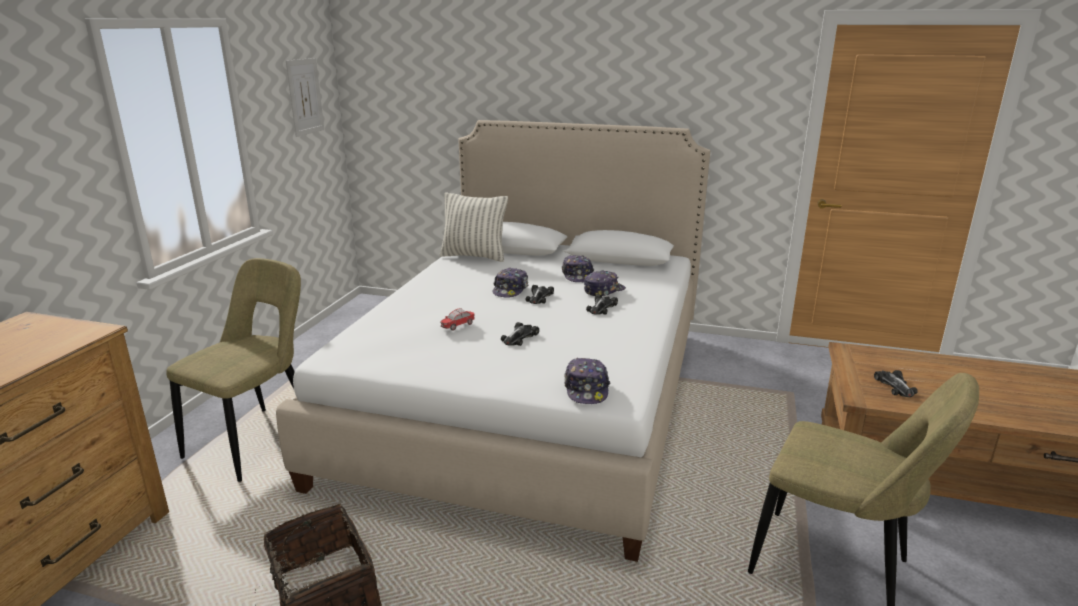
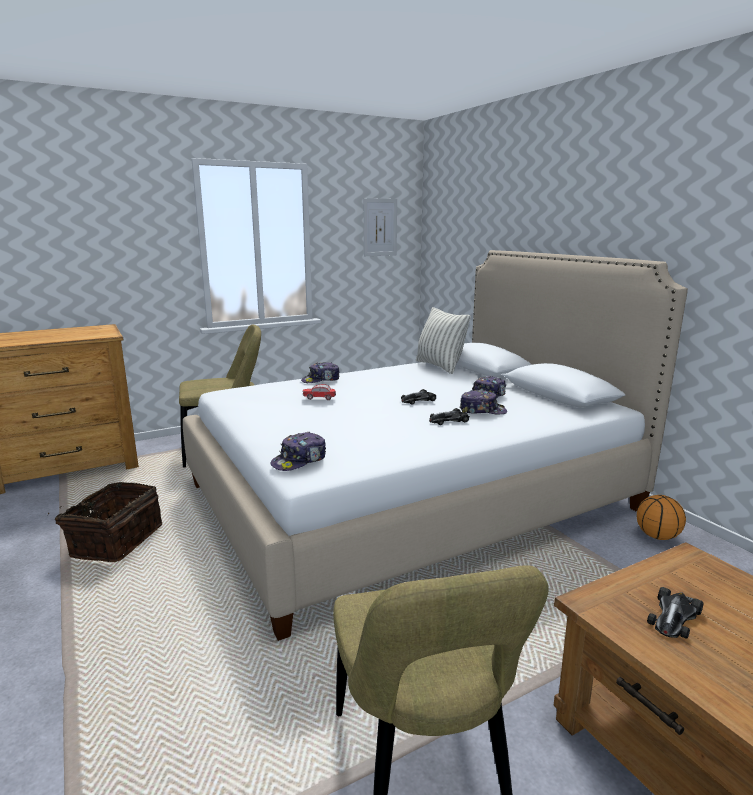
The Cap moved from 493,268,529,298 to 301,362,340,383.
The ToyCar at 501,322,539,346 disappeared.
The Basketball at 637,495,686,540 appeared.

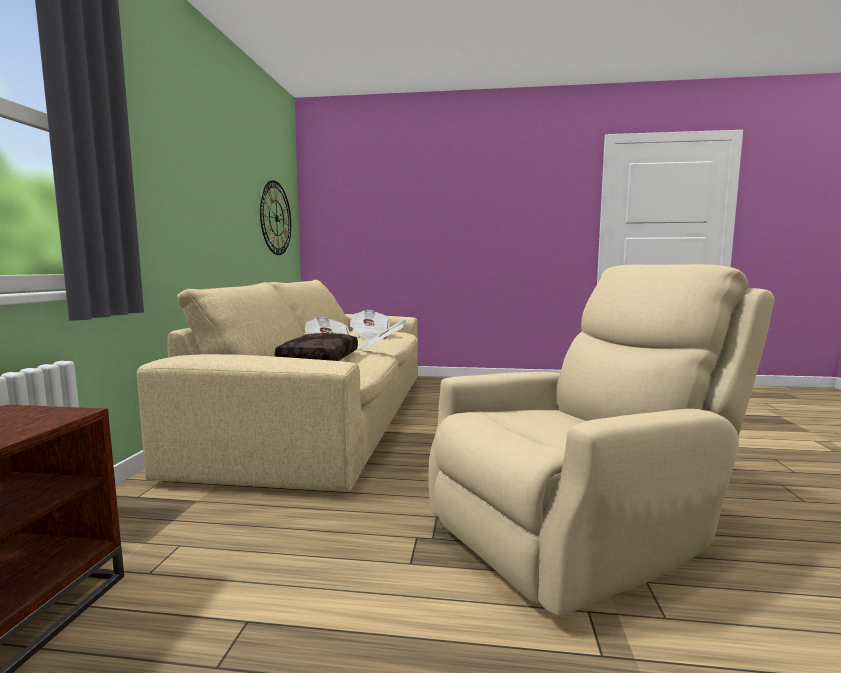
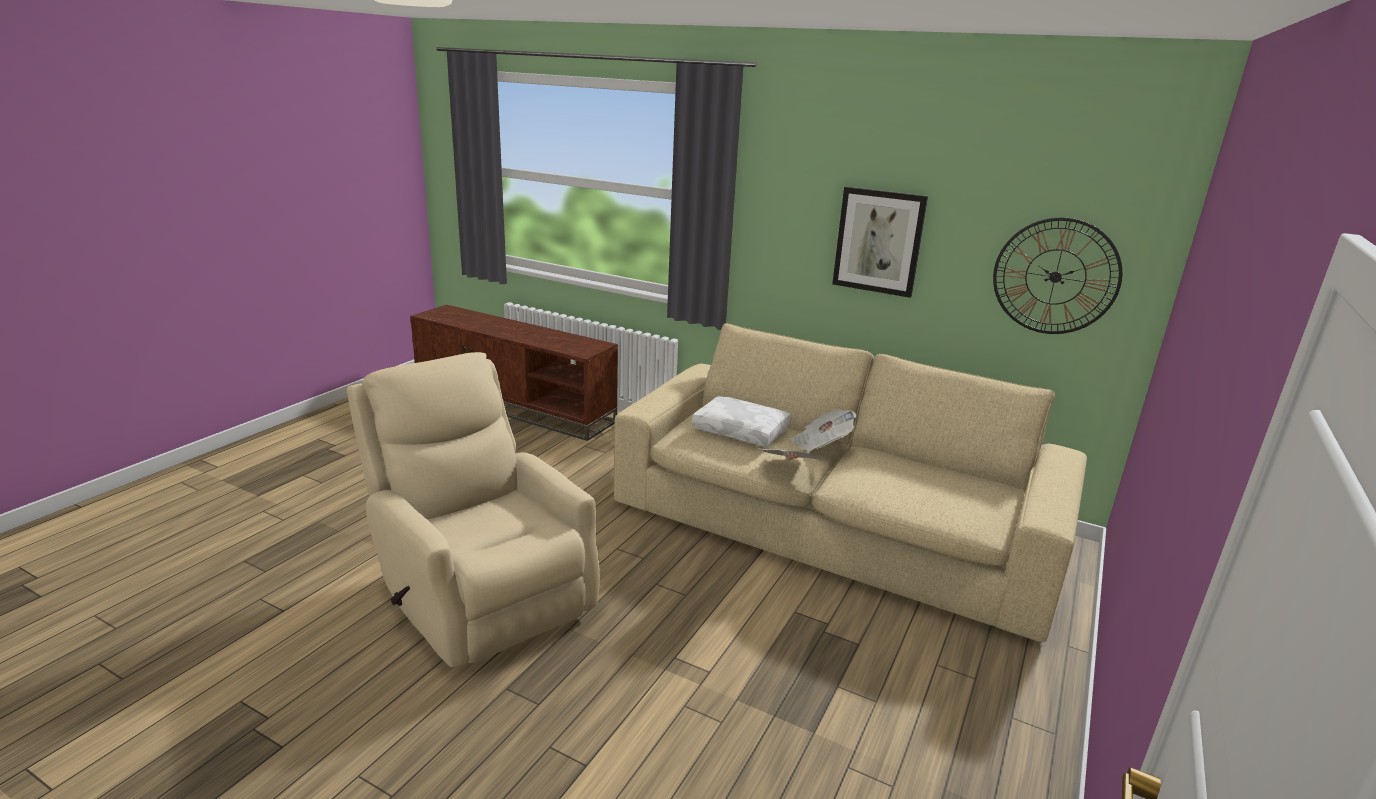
The BrownPillow at 275,333,358,361 became the WhitePillow at 691,396,792,447.
The Newspaper at 349,310,390,339 disappeared.
The BeigeArmchair at 429,264,775,616 turned 150 degrees clockwise.
The Picture at 832,187,928,298 appeared.

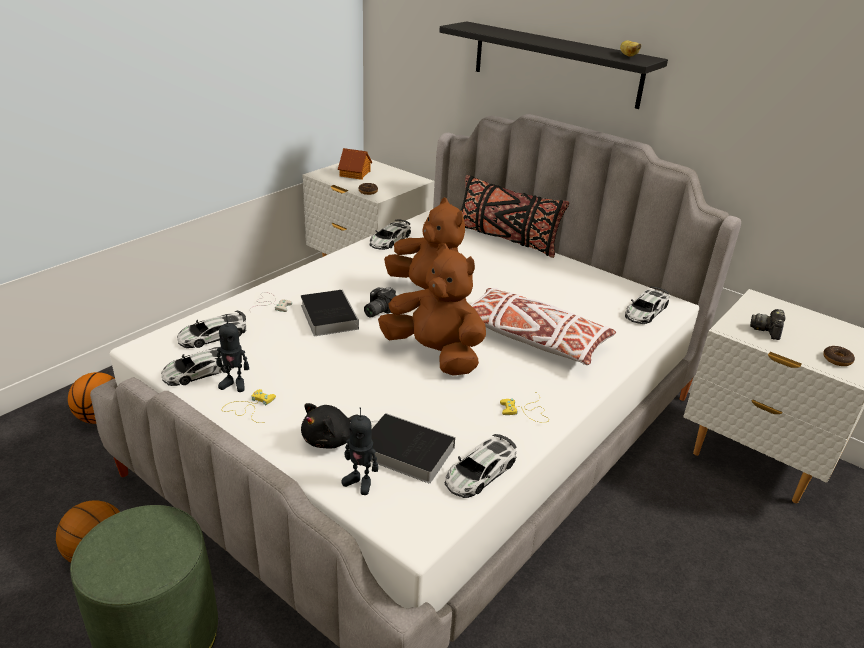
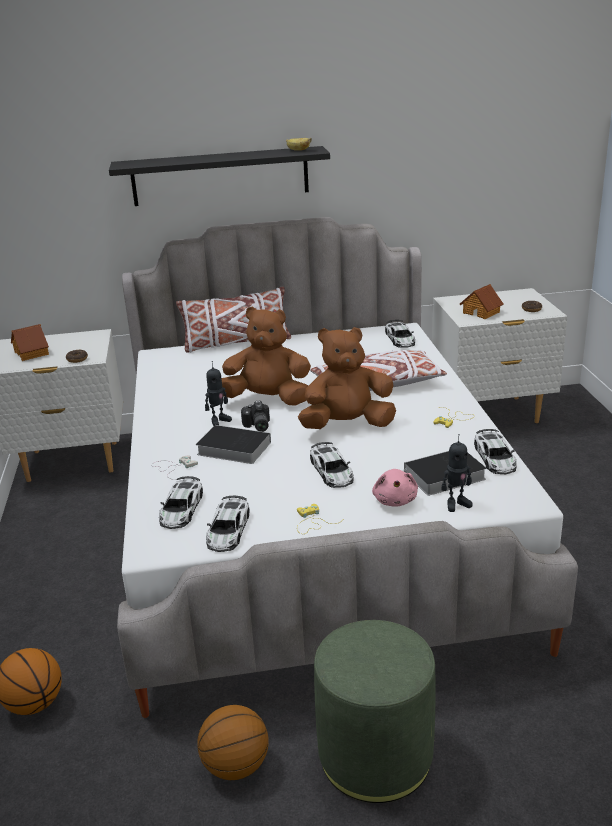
The ToyRobot moved from 216,315,249,392 to 205,361,232,426.
The BlackPlushToy at 301,403,358,449 became the PinkPlushToy at 372,469,418,507.
The ToyCar moved from 370,220,411,250 to 310,442,353,488.
The BlackPillow at 461,175,569,258 became the WhitePillow at 176,287,291,353.
The PhotoCamera at 750,309,785,340 was replaced by the ToyHouse at 460,284,503,319.

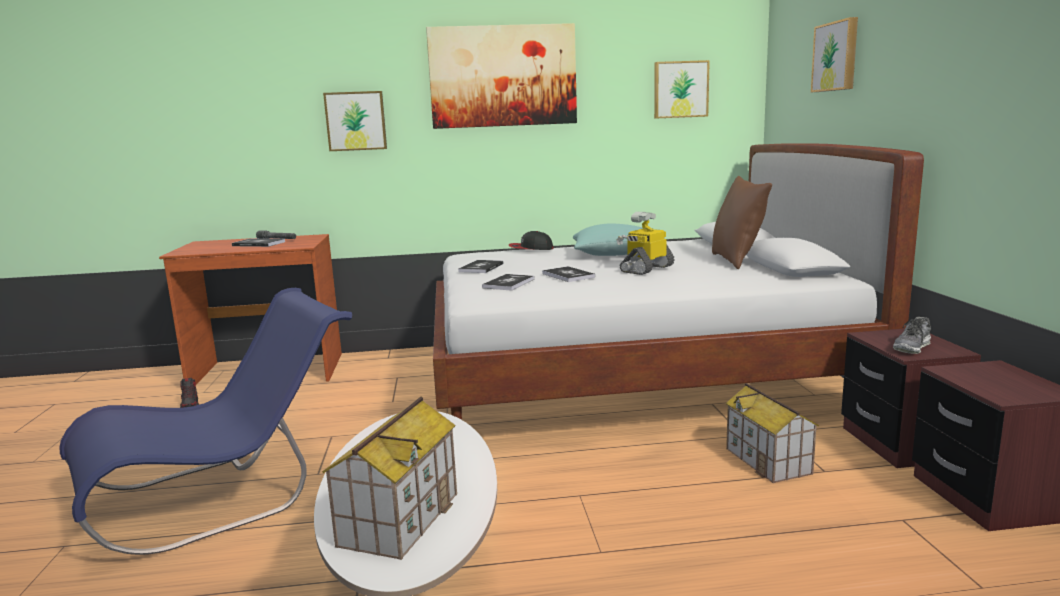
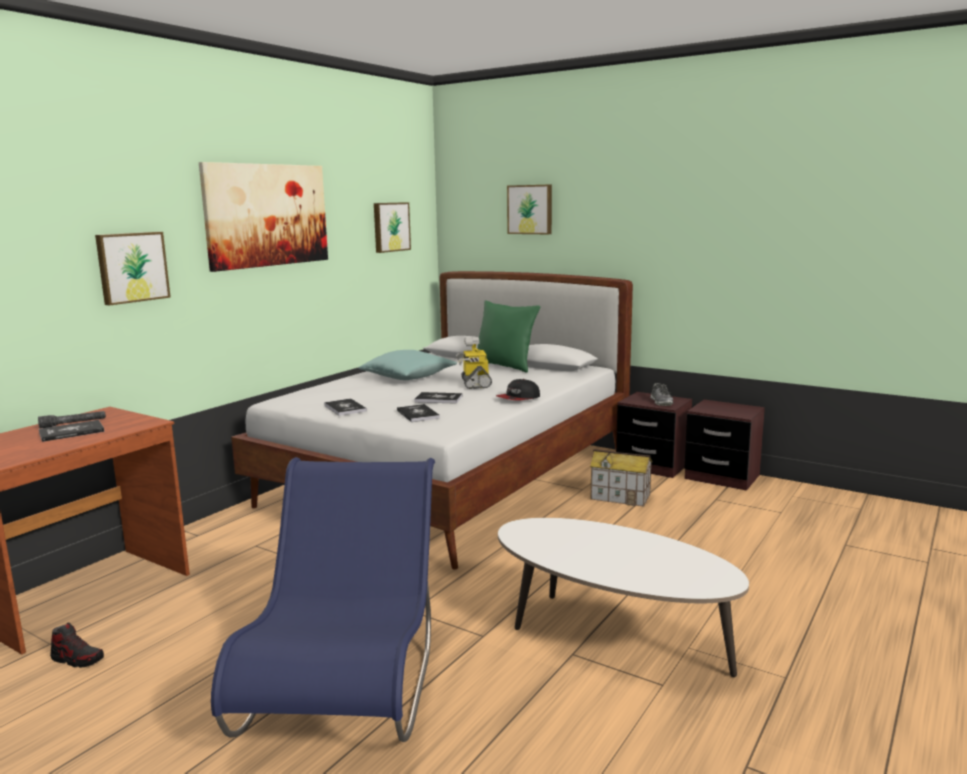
The ToyHouse at 322,397,457,560 disappeared.
The Cap moved from 509,231,554,250 to 496,379,540,400.
The BrownPillow at 712,176,772,269 became the GreenPillow at 477,300,540,373.

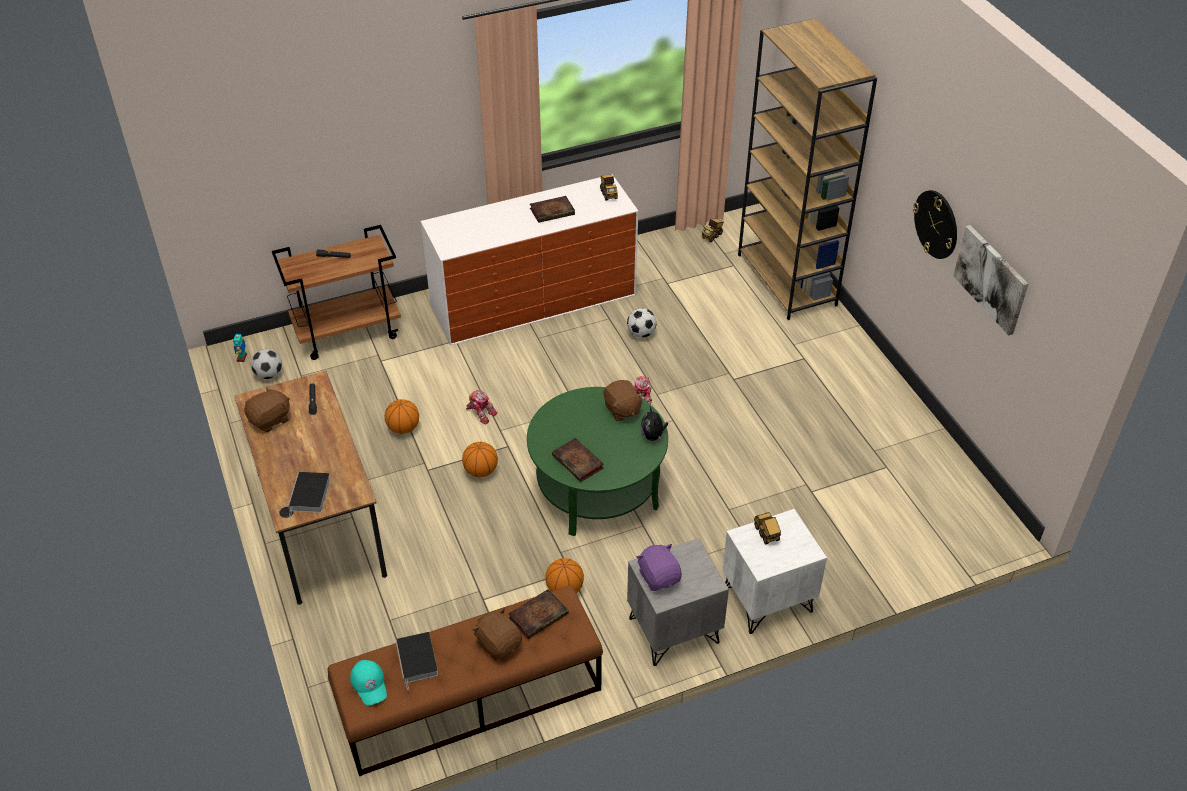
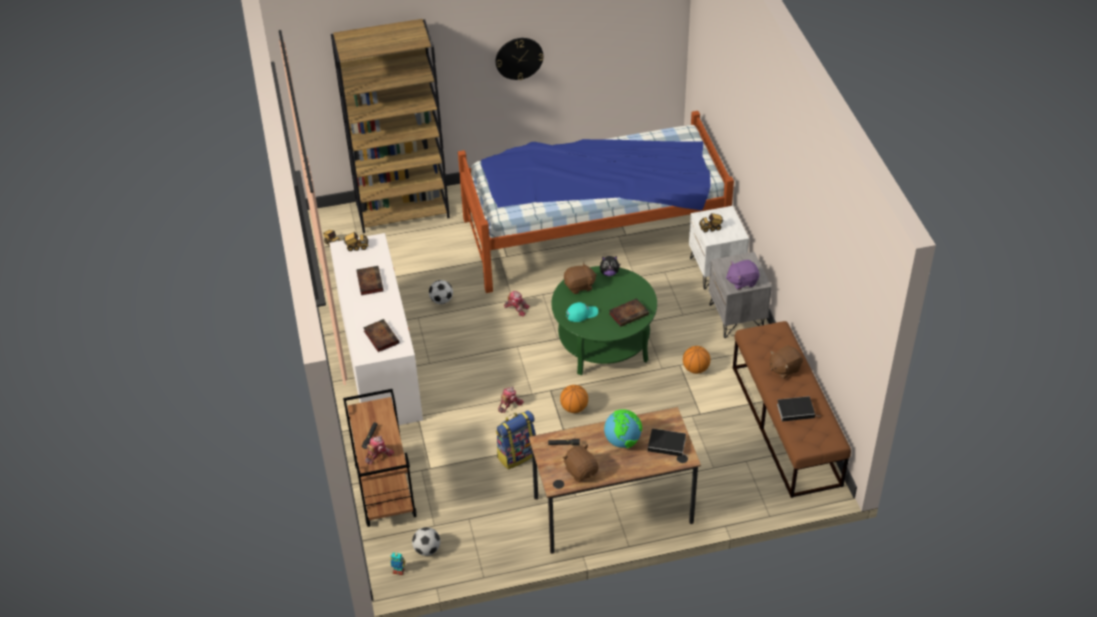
The TurquoiseCap moved from 350,660,387,705 to 566,302,598,322.
The Basketball at 385,399,419,434 was replaced by the Backpack at 496,410,536,470.
The Book moved from 508,589,569,639 to 363,319,399,352.
The Picture at 953,225,1029,335 disappeared.
The ToyRobot at 365,436,395,465 appeared.
The Bed at 458,111,734,293 appeared.
The Globe at 604,409,642,448 appeared.

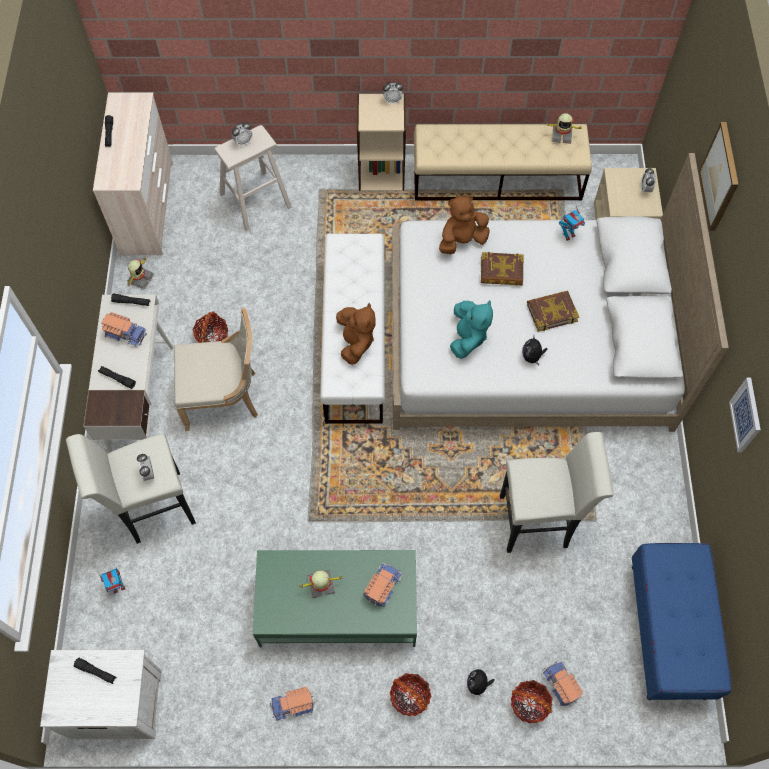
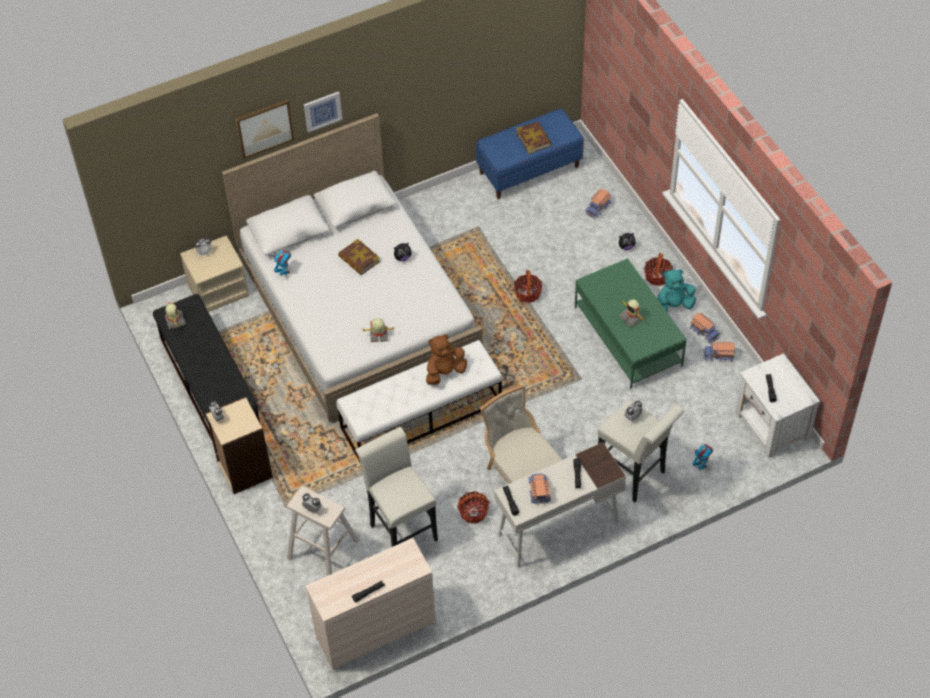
The ToyRobot moved from 126,258,154,289 to 363,318,394,342.
The ToyTruck moved from 363,563,403,607 to 703,341,735,362.
The BeigeBench at 414,124,592,201 became the BlackBench at 153,294,261,440.
The BrownPlushToy at 439,195,490,254 disappeared.
The TurquoisePlushToy moved from 450,300,493,359 to 657,269,696,312.
The Book moved from 481,252,524,285 to 516,121,552,154.
The WhiteStool moved from 500,432,614,553 to 355,427,438,547.
The Basket moved from 511,680,553,724 to 514,270,542,303.
The Picture moved from 729,377,761,452 to 304,92,343,133.

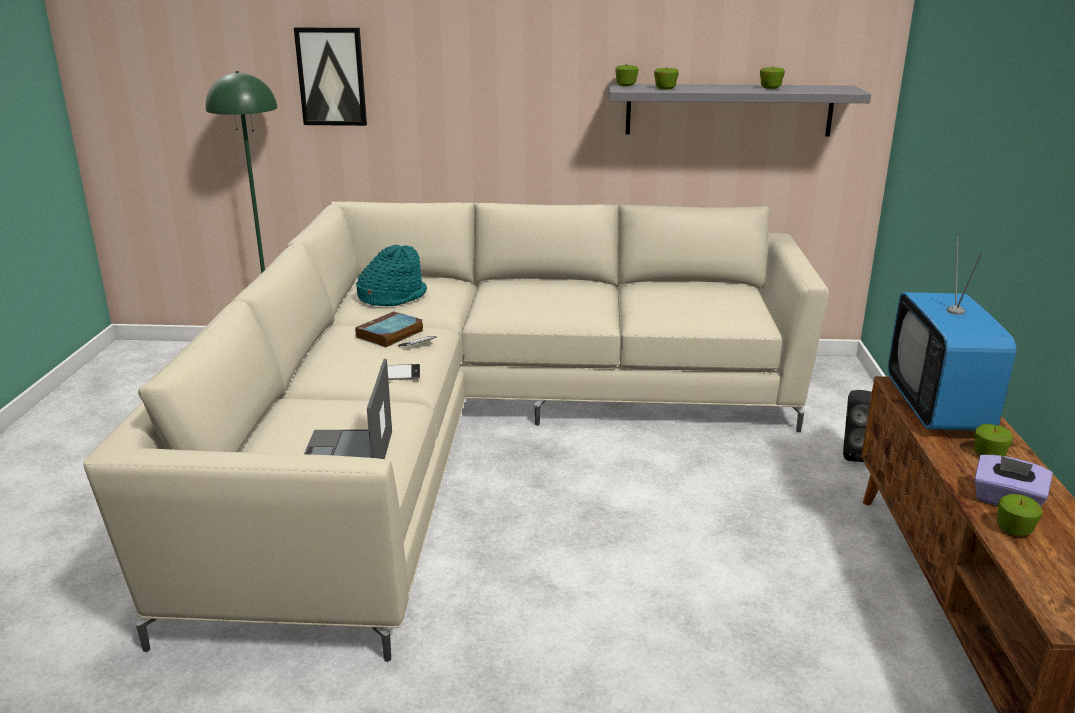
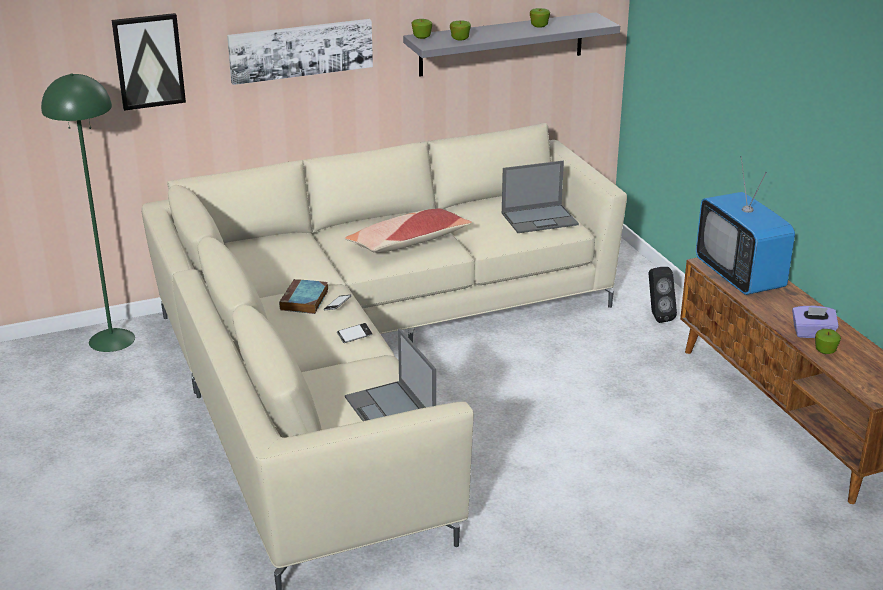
The TurquoiseHat at 356,245,427,306 disappeared.
The Apple at 974,424,1014,456 disappeared.
The Picture at 227,19,373,85 appeared.
The Pillow at 345,208,472,253 appeared.
The Laptop at 502,161,579,233 appeared.

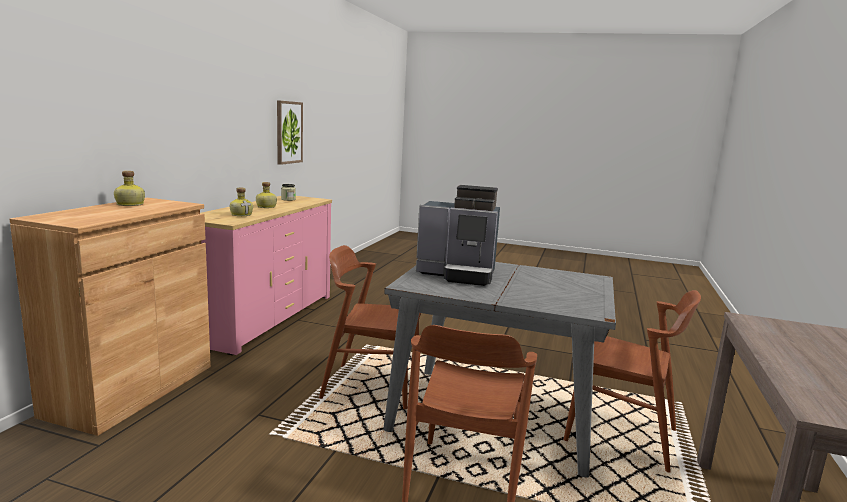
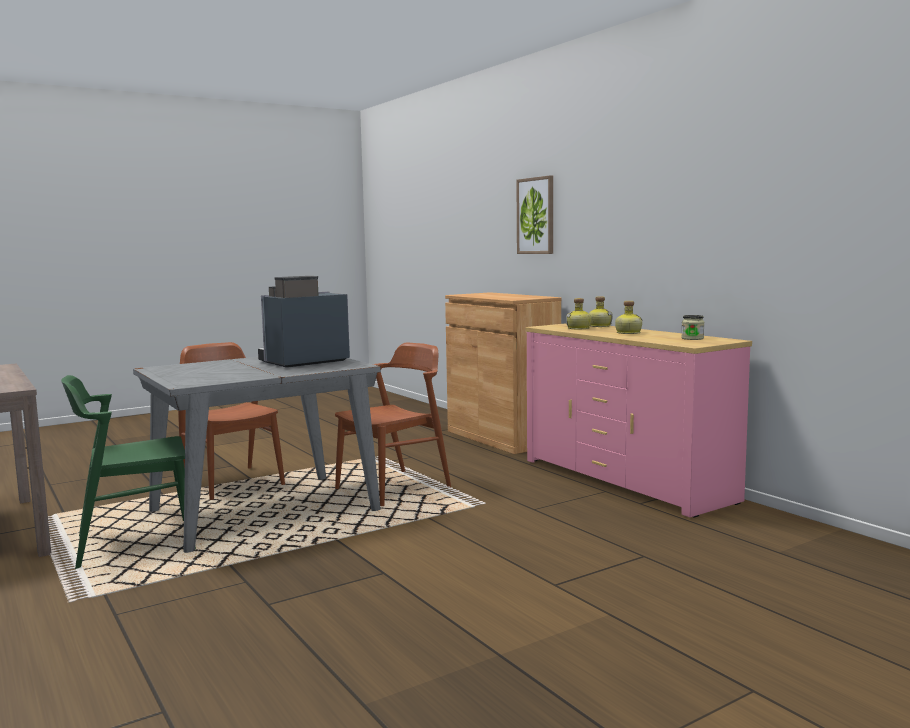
The Bottle moved from 114,171,145,206 to 589,296,613,327.
The Picture moved from 277,100,303,165 to 516,176,553,254.
The BrownChair at 564,290,701,473 became the GreenChair at 61,375,196,569.

